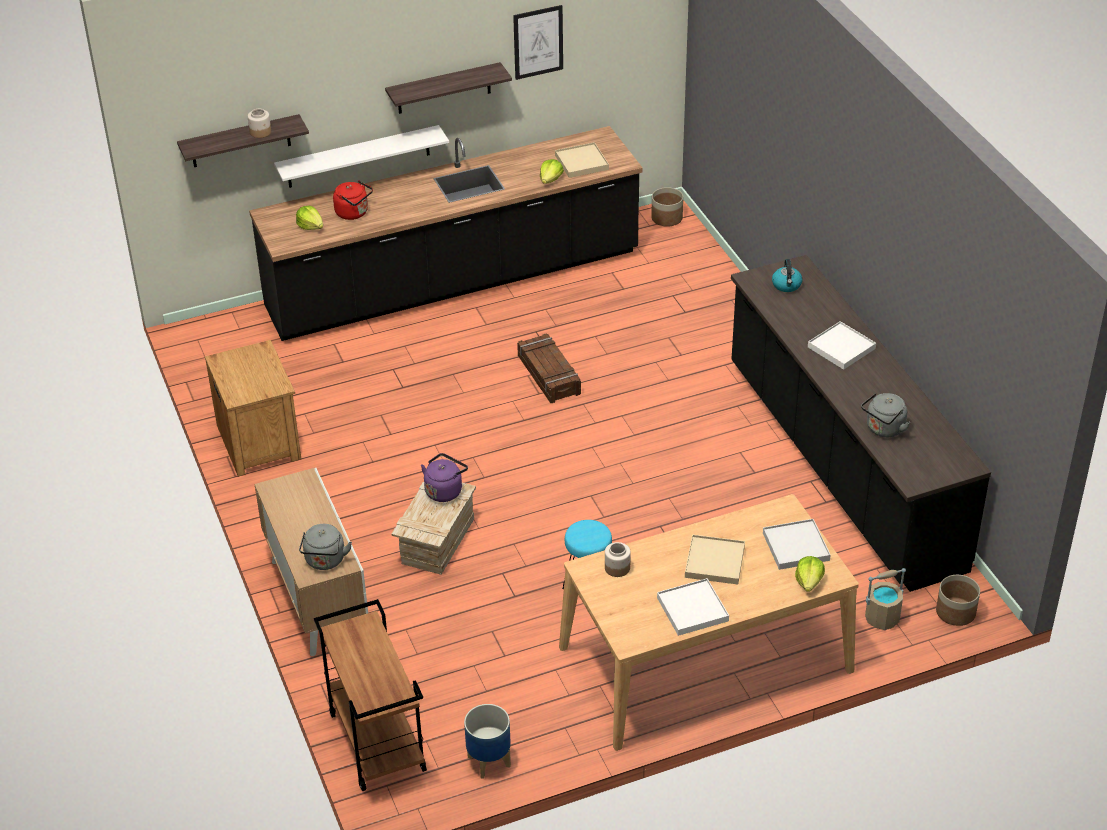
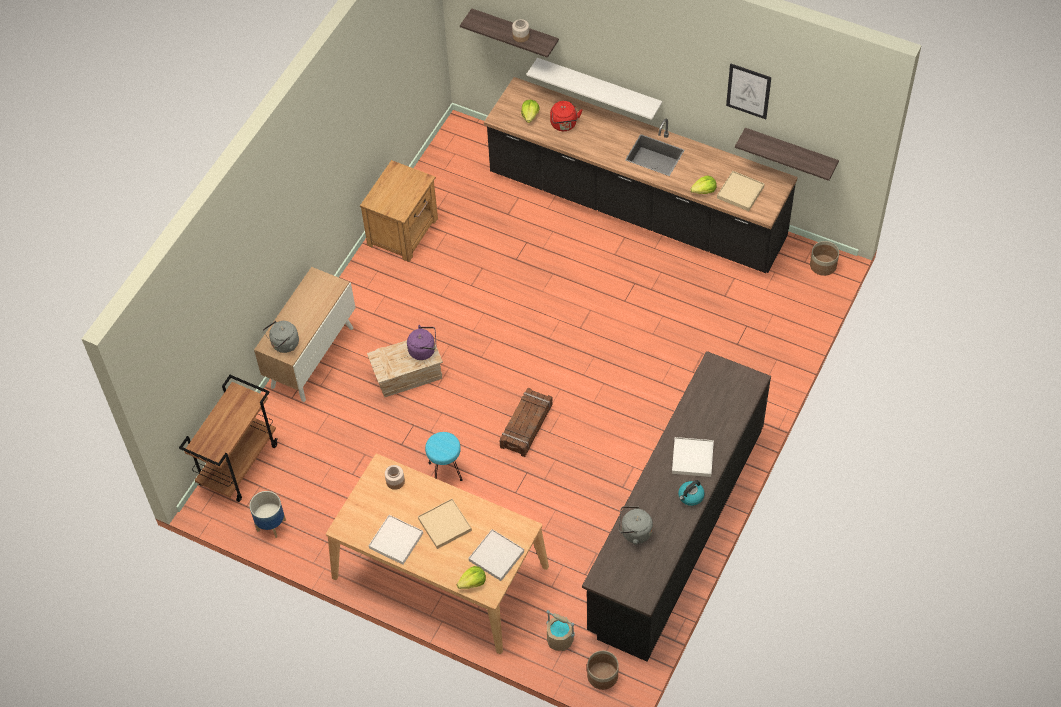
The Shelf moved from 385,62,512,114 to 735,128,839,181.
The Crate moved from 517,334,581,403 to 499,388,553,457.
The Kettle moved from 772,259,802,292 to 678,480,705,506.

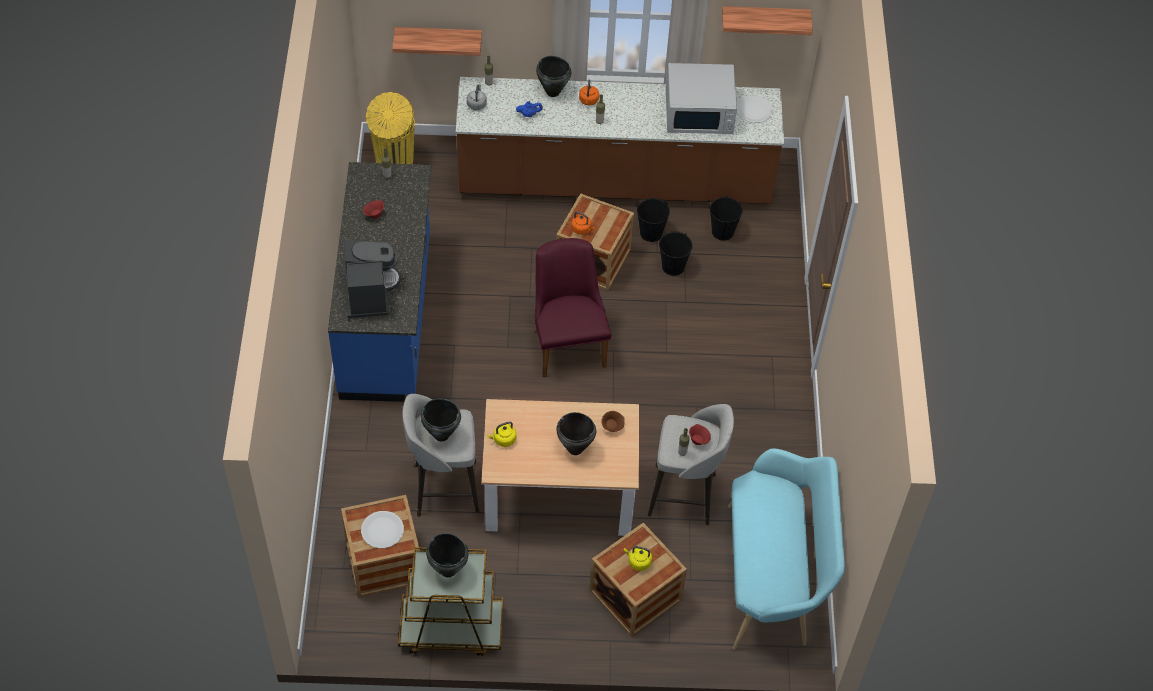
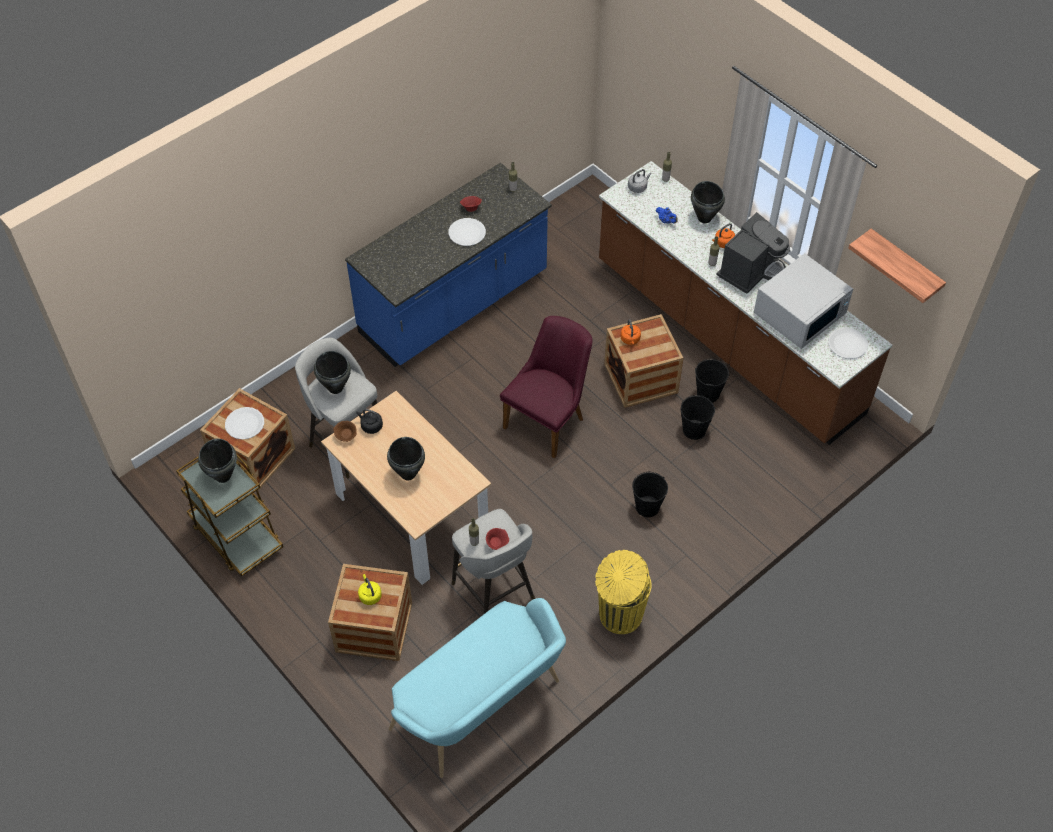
The CoffeeMachine moved from 344,240,401,318 to 716,212,790,294.
The YellowTrashCan moved from 366,92,415,164 to 595,550,652,634.
The Shelf at 392,27,482,56 disappeared.
The YellowKettle at 487,421,516,447 became the BlackKettle at 356,409,383,434.
The BrownBowl moved from 601,411,625,432 to 333,421,357,442.
The WhiteMicrowave at 666,63,737,134 turned 90 degrees counterclockwise.
The BlackBucket moved from 710,196,743,241 to 632,472,668,517.
The WhitePlate at 449,218,486,246 appeared.

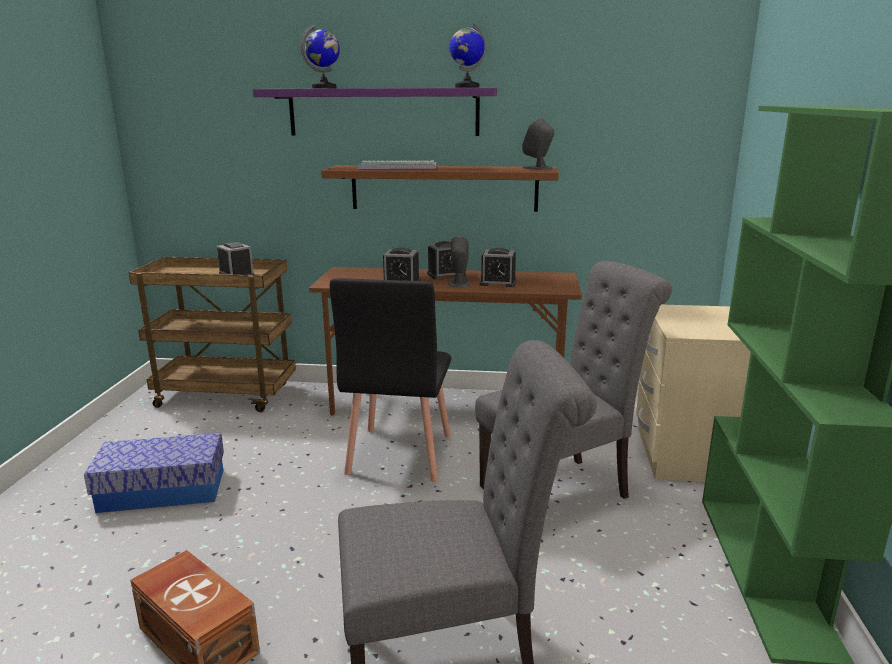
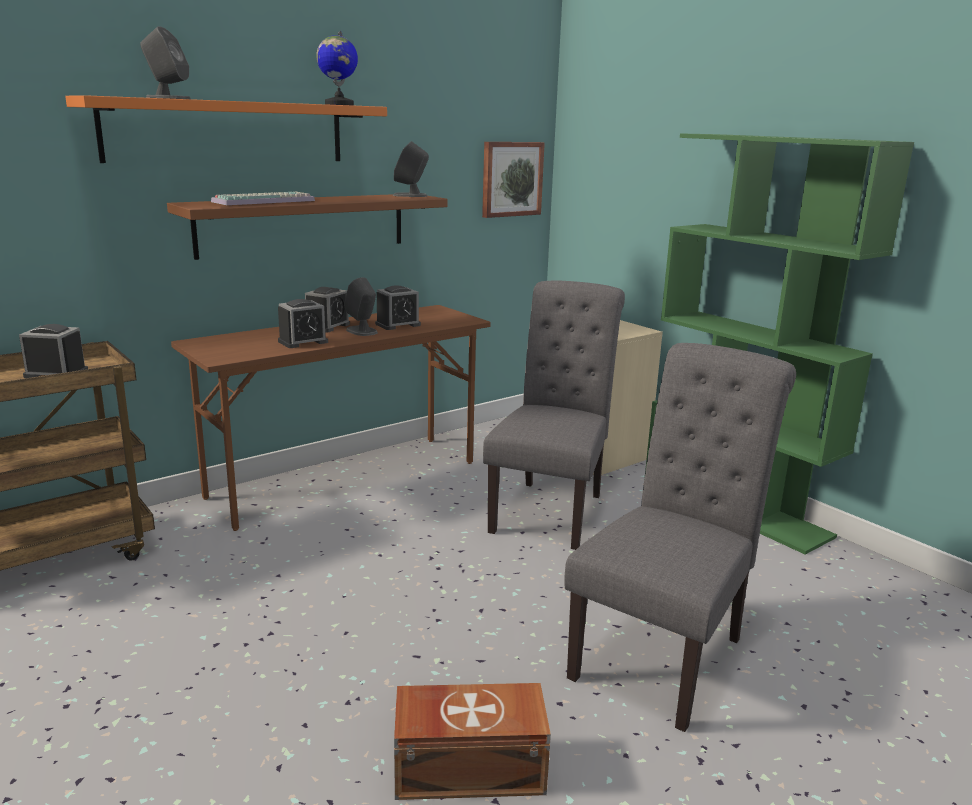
The StorageBox at 84,433,224,513 disappeared.
The PurpleShelf at 253,88,497,136 became the OrangeShelf at 65,95,387,163.
The Globe at 301,25,340,88 was replaced by the GreySpeaker at 140,26,191,99.
The BlackChair at 330,278,451,482 disappeared.
The Picture at 482,142,545,218 appeared.

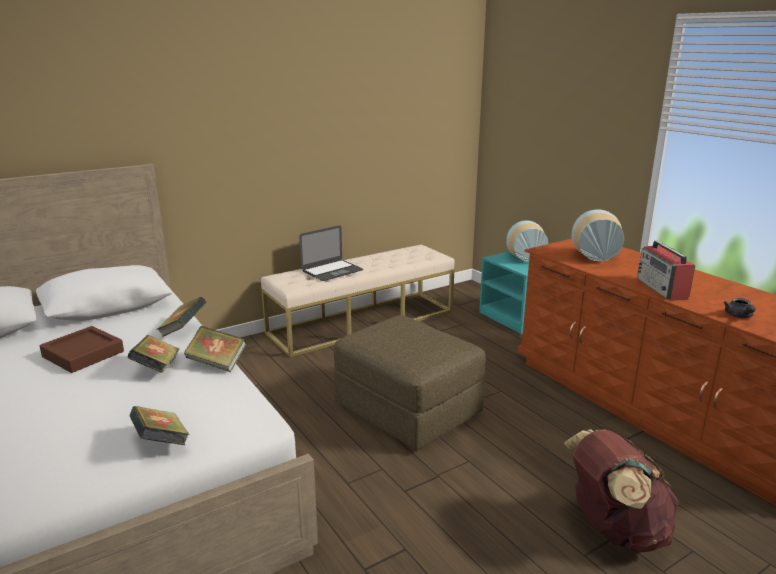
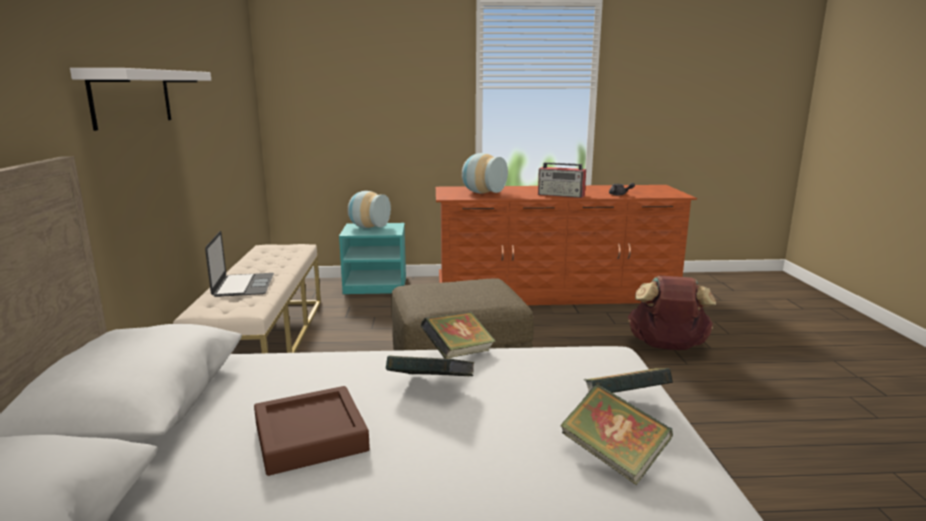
The Book moved from 156,297,207,337 to 560,384,673,485.
The WhiteShelf at 70,68,211,131 appeared.

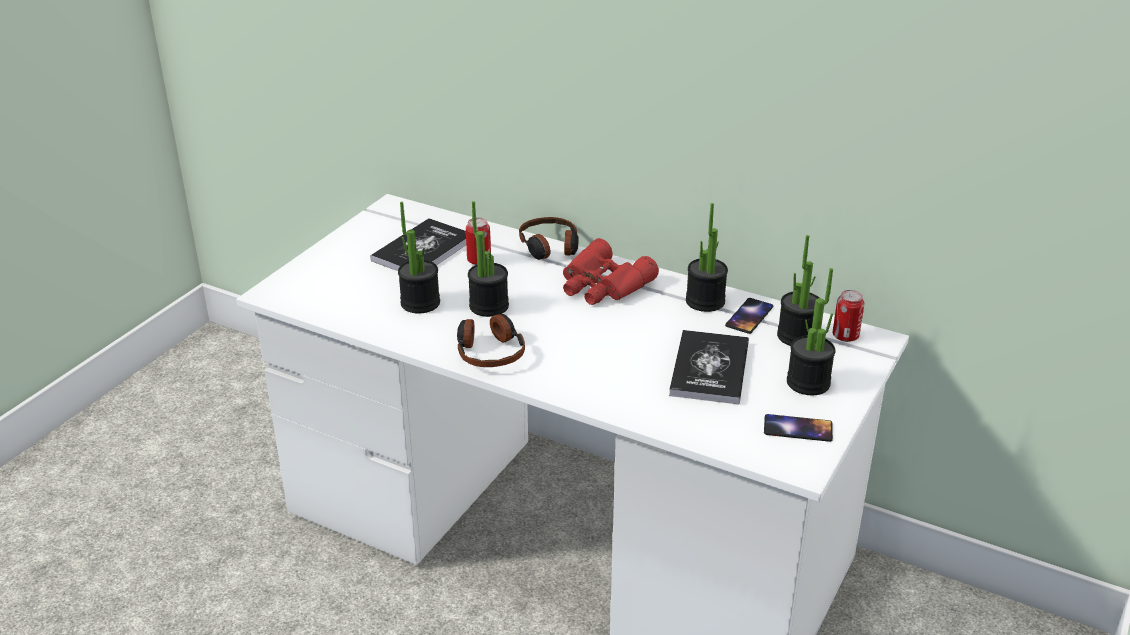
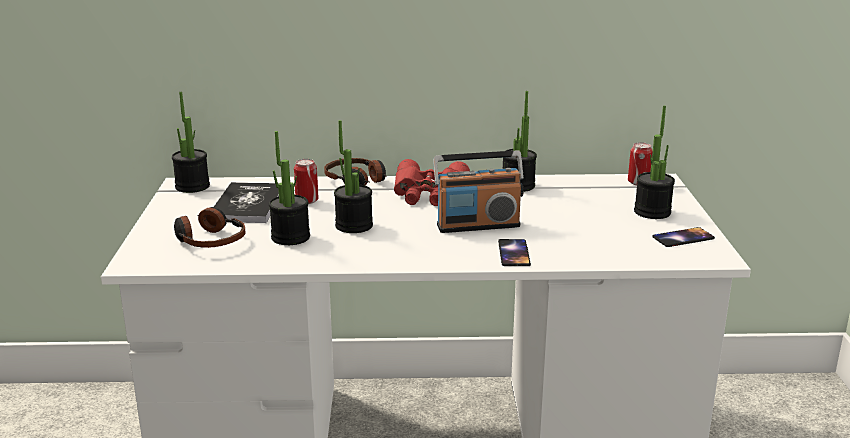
The Headphones moved from 457,314,525,367 to 174,207,245,248.
The Book at 669,330,749,405 disappeared.
The Phone moved from 725,298,773,334 to 498,239,531,266.
The PottedPlant moved from 777,235,819,346 to 172,92,210,193.
The Radio at 433,151,524,233 appeared.

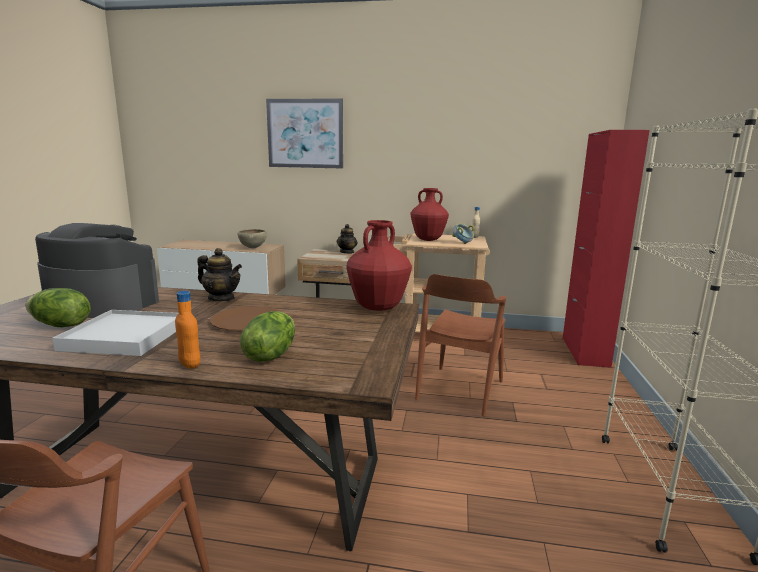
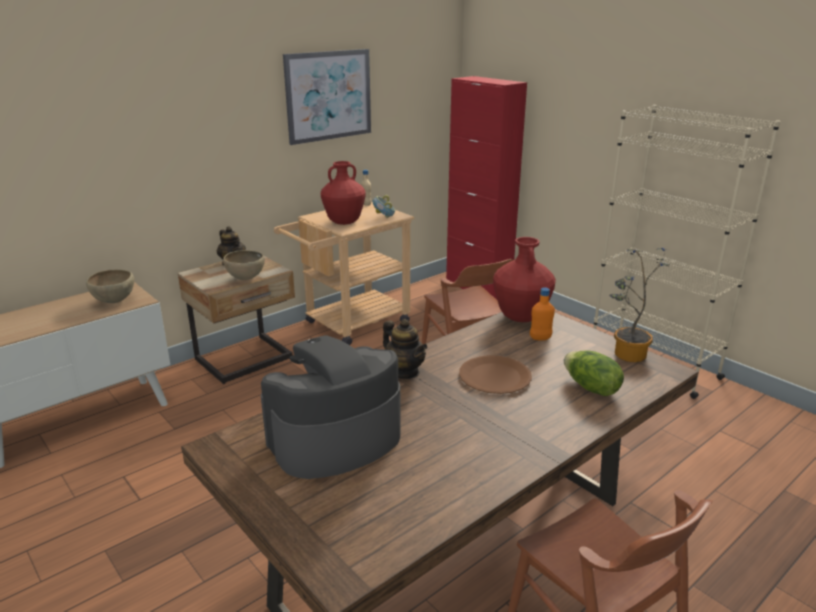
The Lettuce at 26,288,91,327 disappeared.
The WhiteTray at 52,310,178,356 disappeared.
The OrangeBottle moved from 175,291,200,369 to 530,287,555,340.
The Teapot at 197,248,242,301 turned 75 degrees clockwise.
The Picture moved from 266,99,343,168 to 283,49,371,145.
The BrownBowl at 223,250,265,280 appeared.
The PottedPlant at 609,248,669,362 appeared.

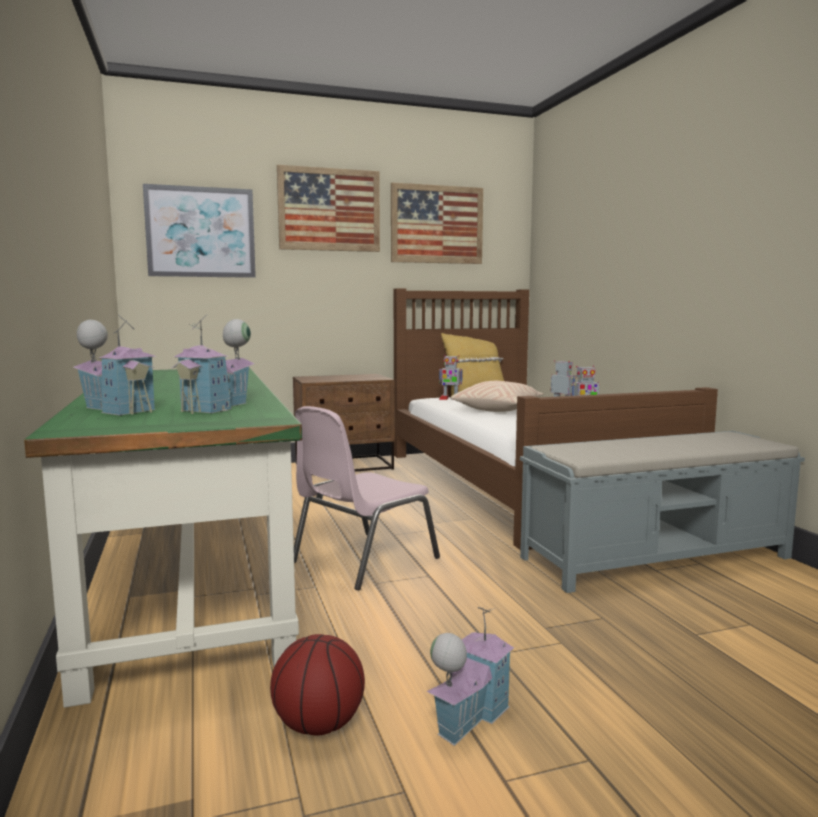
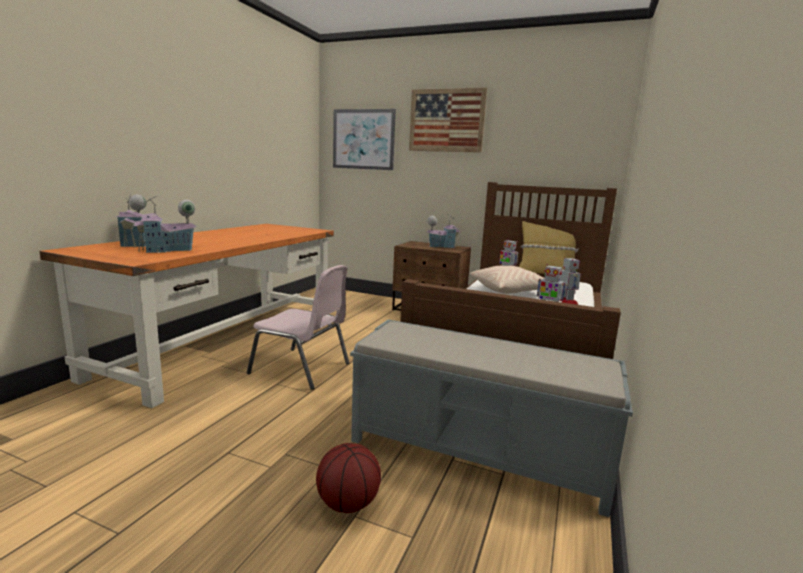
The GreenDesk at 24,367,302,708 became the OrangeDesk at 39,224,334,408.
The Basketball moved from 270,634,365,735 to 316,443,381,513.
The PinkChair at 294,406,440,590 turned 150 degrees counterclockwise.
The Picture at 391,182,483,264 disappeared.
The ToyHouse moved from 426,607,514,746 to 426,214,460,248.

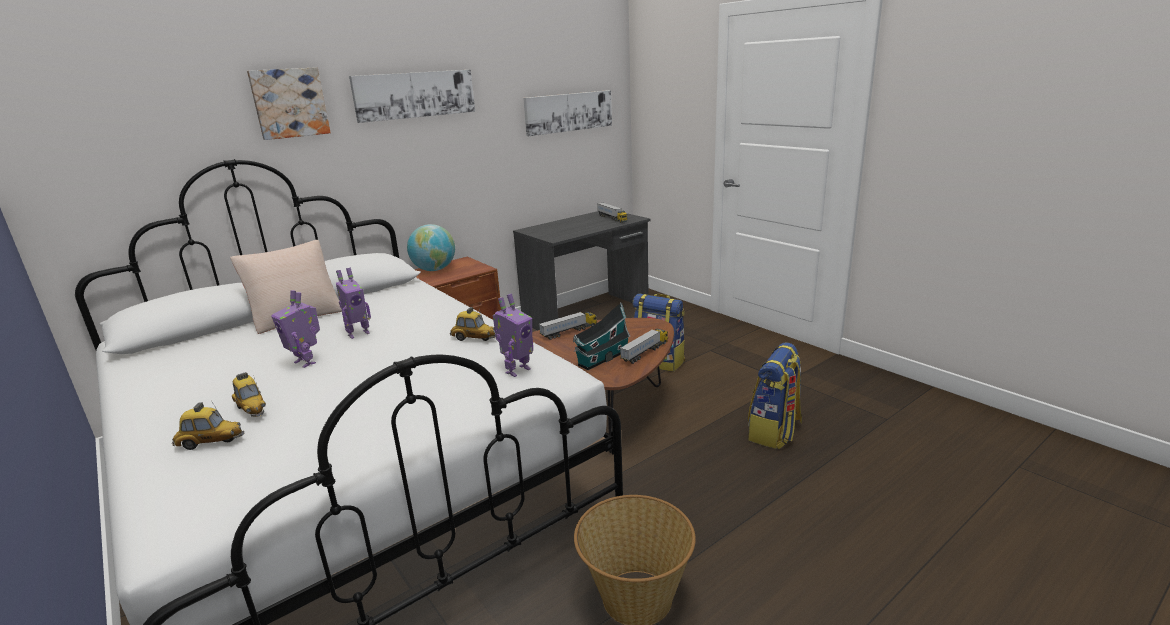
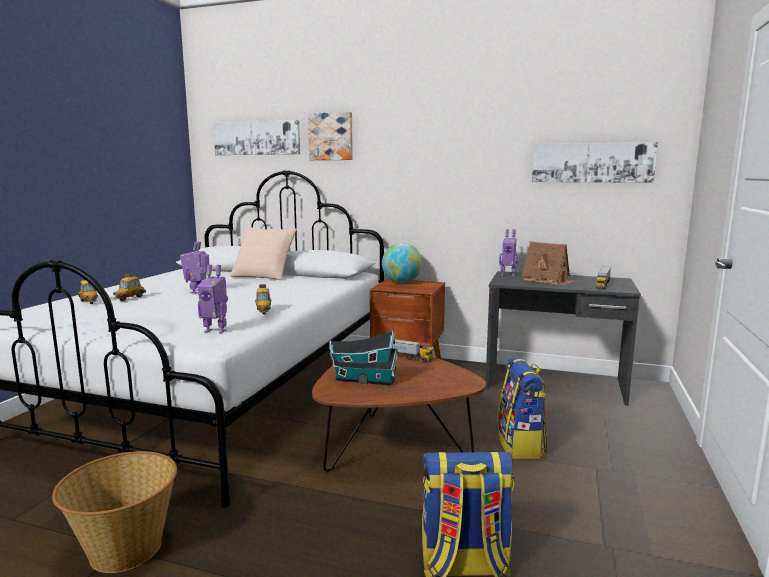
The ToyRobot moved from 336,267,371,339 to 499,229,518,277.
The Picture moved from 349,70,475,123 to 213,120,300,155.
The ToyTruck at 620,329,668,364 disappeared.
The ToyHouse at 522,241,575,286 appeared.

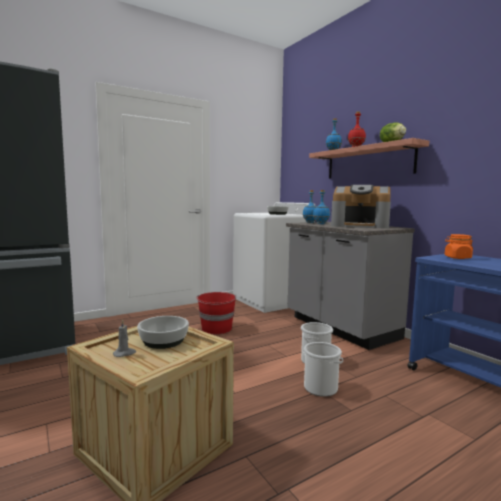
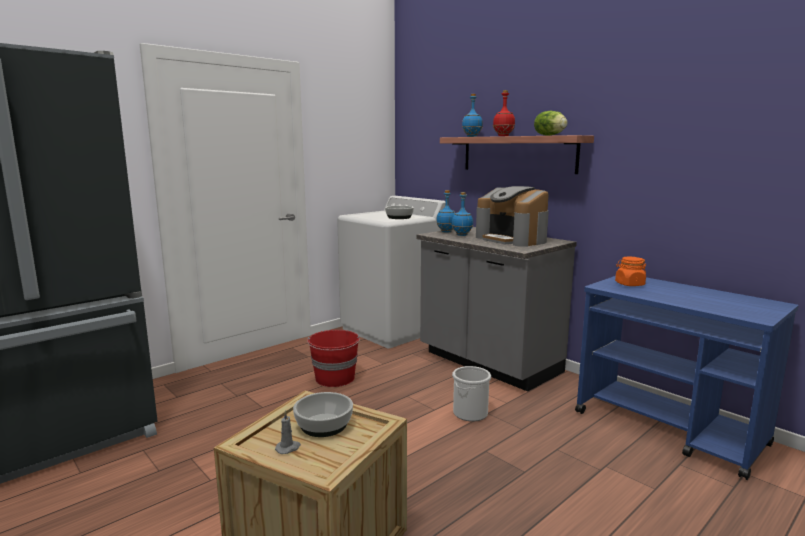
The Bucket at 302,342,343,397 disappeared.
The CoffeeMachine at 331,185,391,228 turned 45 degrees clockwise.

